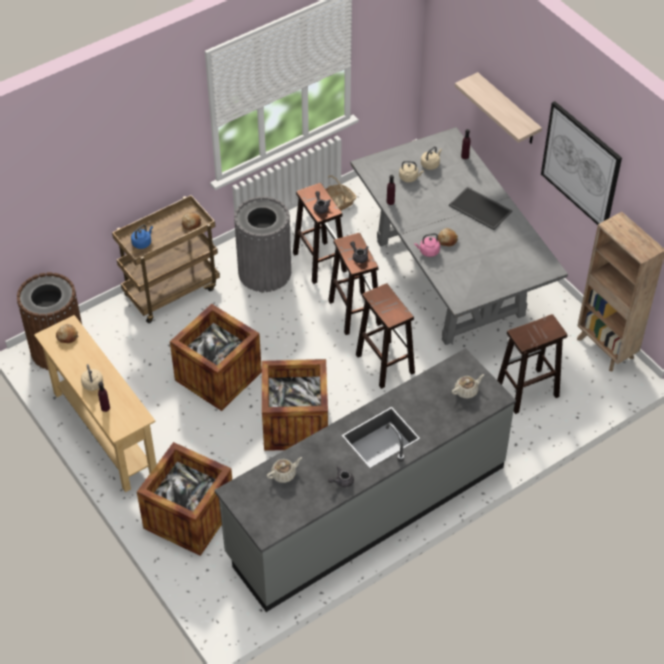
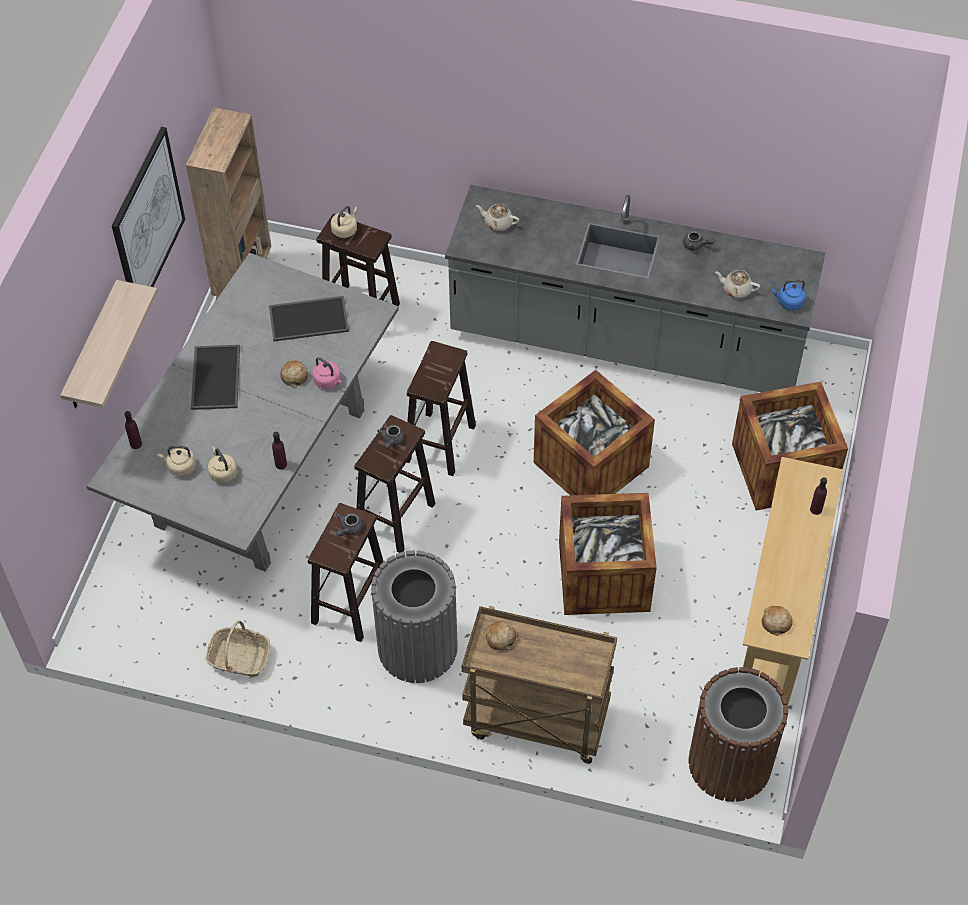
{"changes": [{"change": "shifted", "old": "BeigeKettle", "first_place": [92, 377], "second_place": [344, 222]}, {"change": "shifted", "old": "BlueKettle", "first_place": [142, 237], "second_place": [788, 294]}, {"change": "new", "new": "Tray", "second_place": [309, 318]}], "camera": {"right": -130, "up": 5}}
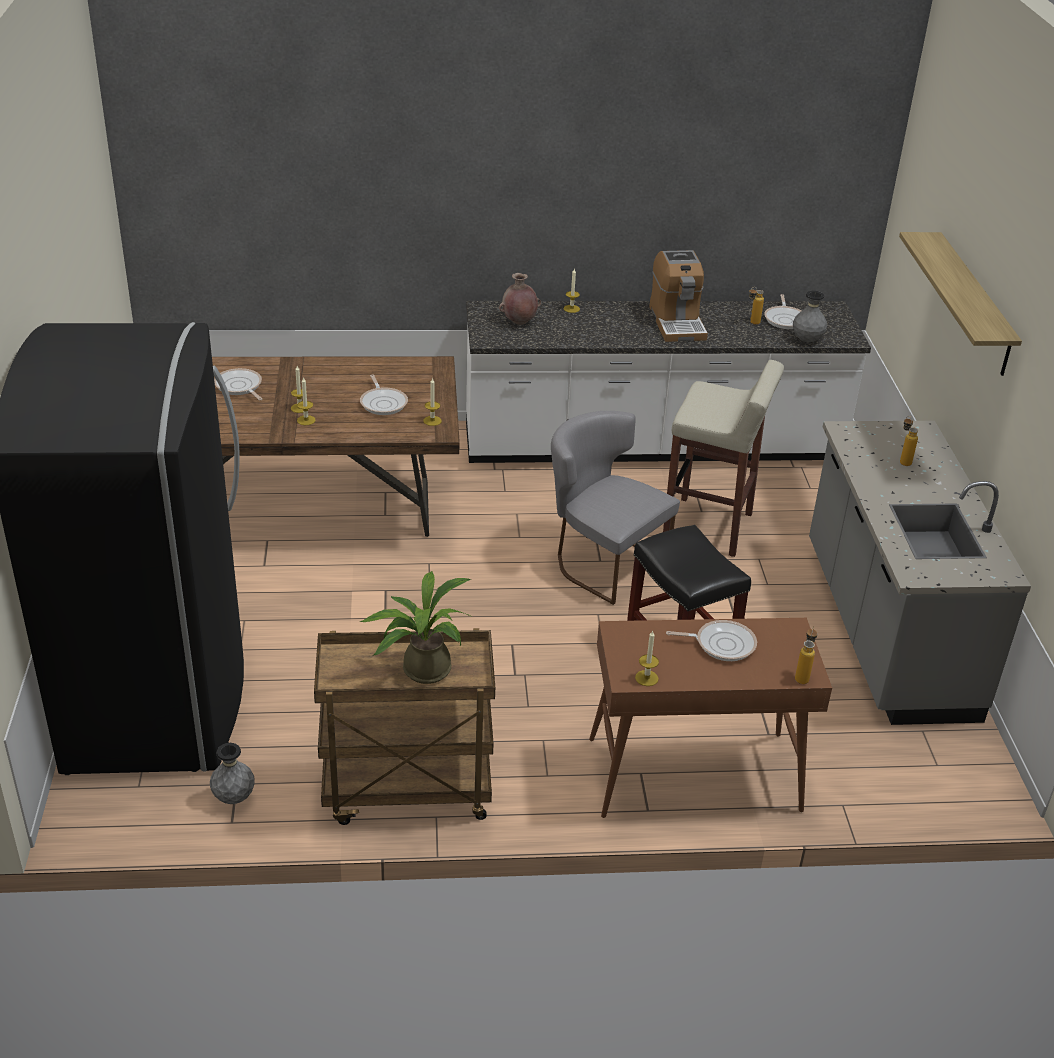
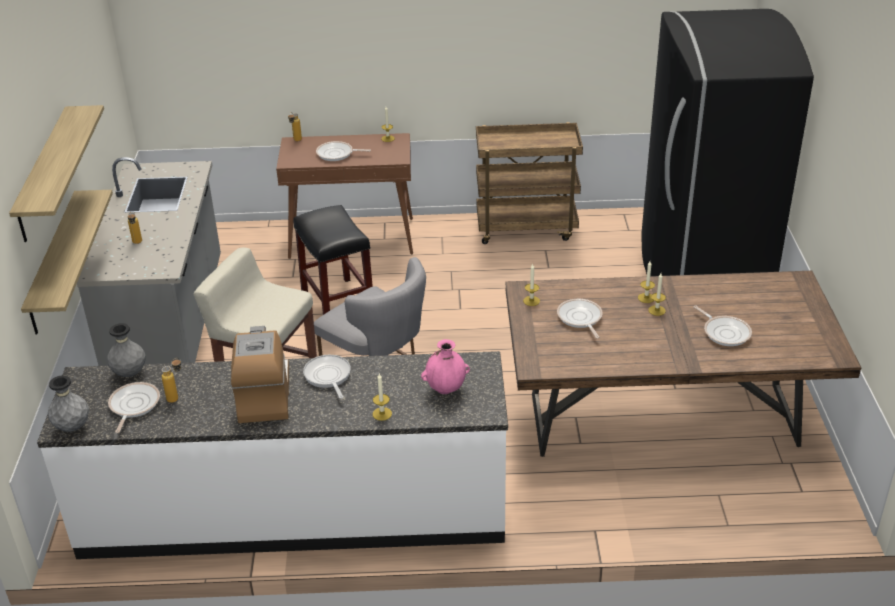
{"changes": [{"change": "shifted", "old": "GreyVase", "first_place": [232, 773], "second_place": [68, 403]}, {"change": "gone", "old": "PottedPlant", "first_place": [415, 627]}, {"change": "repainted", "old": "BrownVase", "new": "PinkVase", "first_place": [520, 299], "second_place": [445, 366]}, {"change": "new", "new": "Shelf", "second_place": [67, 262]}, {"change": "new", "new": "FryingPan", "second_place": [327, 377]}], "camera": {"right": -175, "up": 0}}
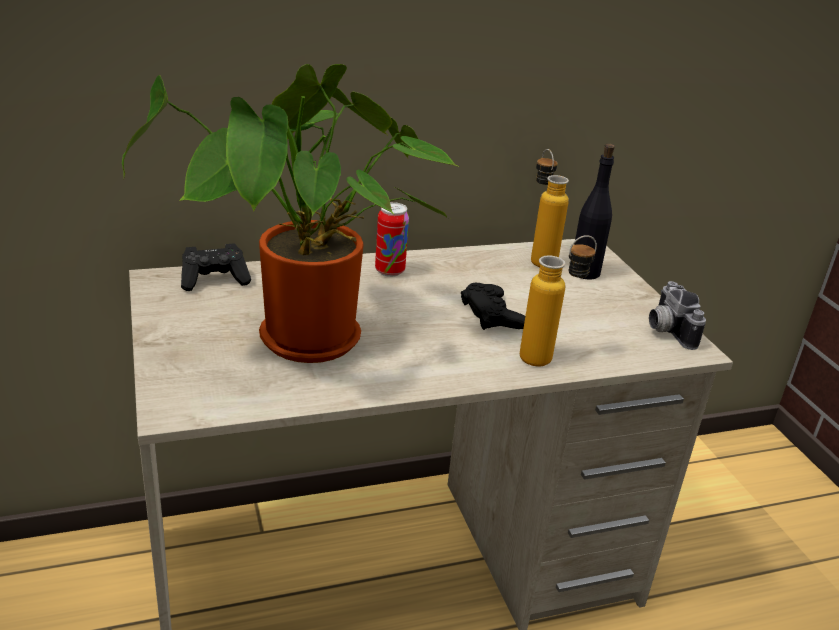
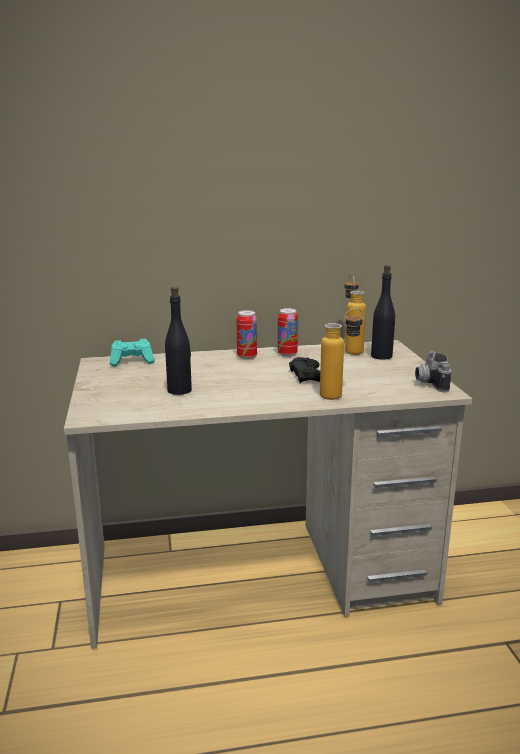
{"changes": [{"change": "swapped", "old": "PottedPlant", "new": "BlackBottle", "first_place": [290, 213], "second_place": [178, 340]}, {"change": "repainted", "old": "BlackGameController", "new": "TurquoiseGameController", "first_place": [216, 267], "second_place": [132, 352]}, {"change": "new", "new": "Can", "second_place": [288, 332]}], "camera": {"right": 10, "up": -10}}
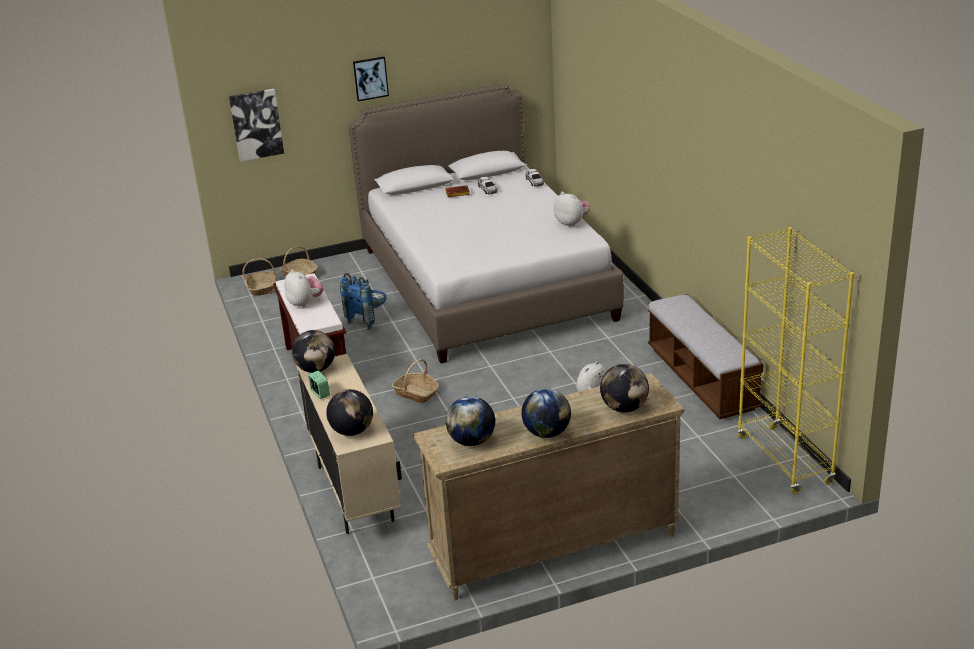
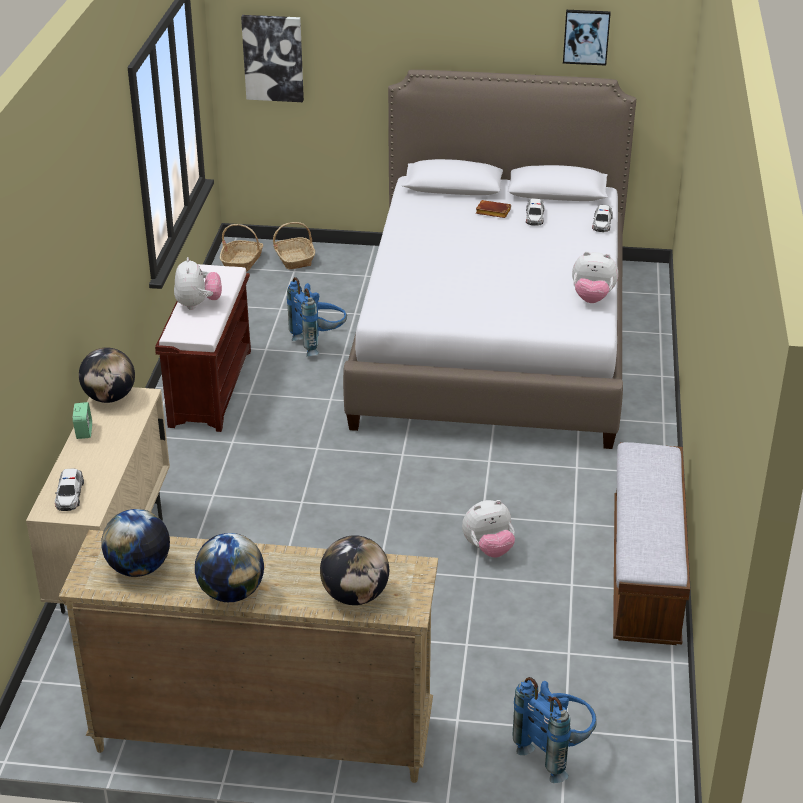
{"changes": [{"change": "swapped", "old": "Globe", "new": "ToyCar", "first_place": [349, 412], "second_place": [69, 490]}, {"change": "shifted", "old": "Picture", "first_place": [371, 78], "second_place": [587, 38]}, {"change": "gone", "old": "Basket", "first_place": [415, 381]}, {"change": "rotated", "old": "PlushToy", "first_place": [572, 209], "second_place": [595, 277], "degrees": 120}, {"change": "gone", "old": "YellowBookcase", "first_place": [795, 360]}, {"change": "new", "new": "BlueBackpack", "second_place": [554, 730]}], "camera": {"right": 25, "up": 5}}
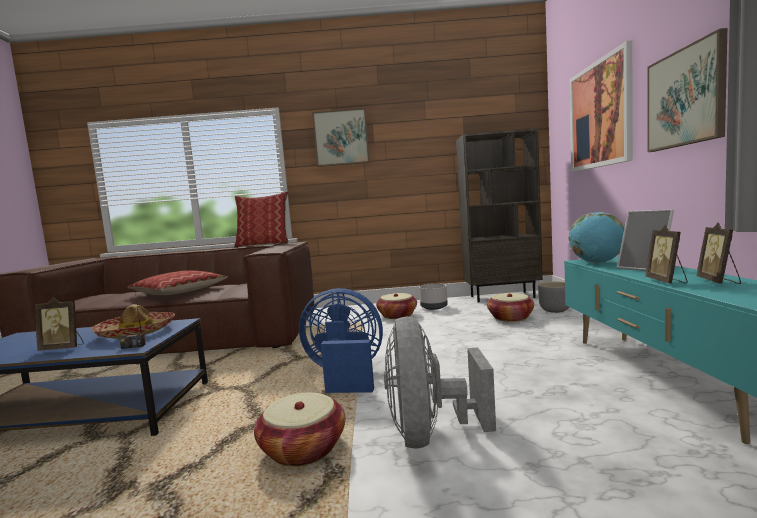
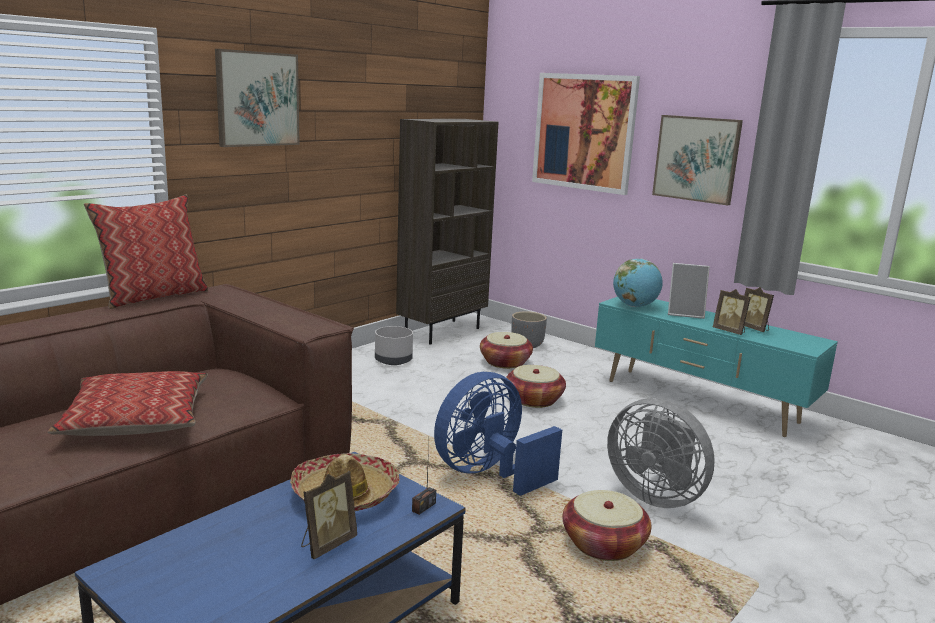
{"changes": [{"change": "shifted", "old": "Basket", "first_place": [396, 306], "second_place": [536, 386]}], "camera": {"right": -50, "up": 10}}
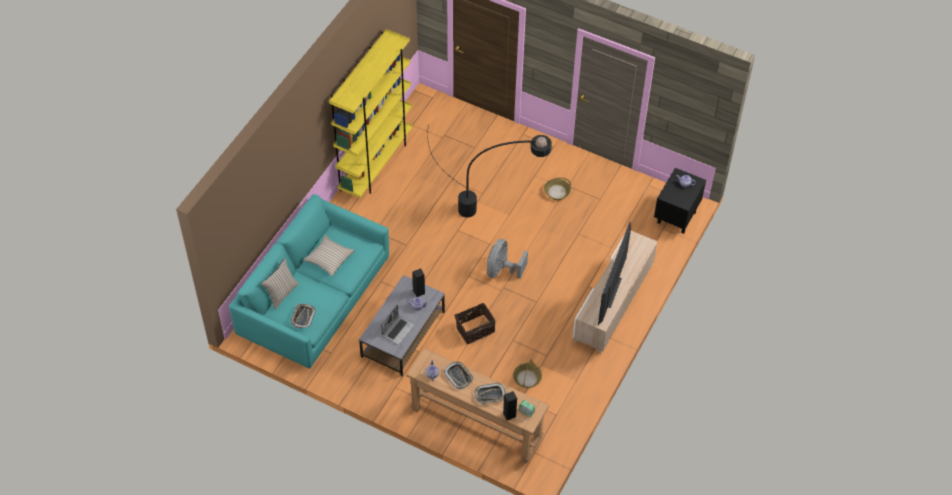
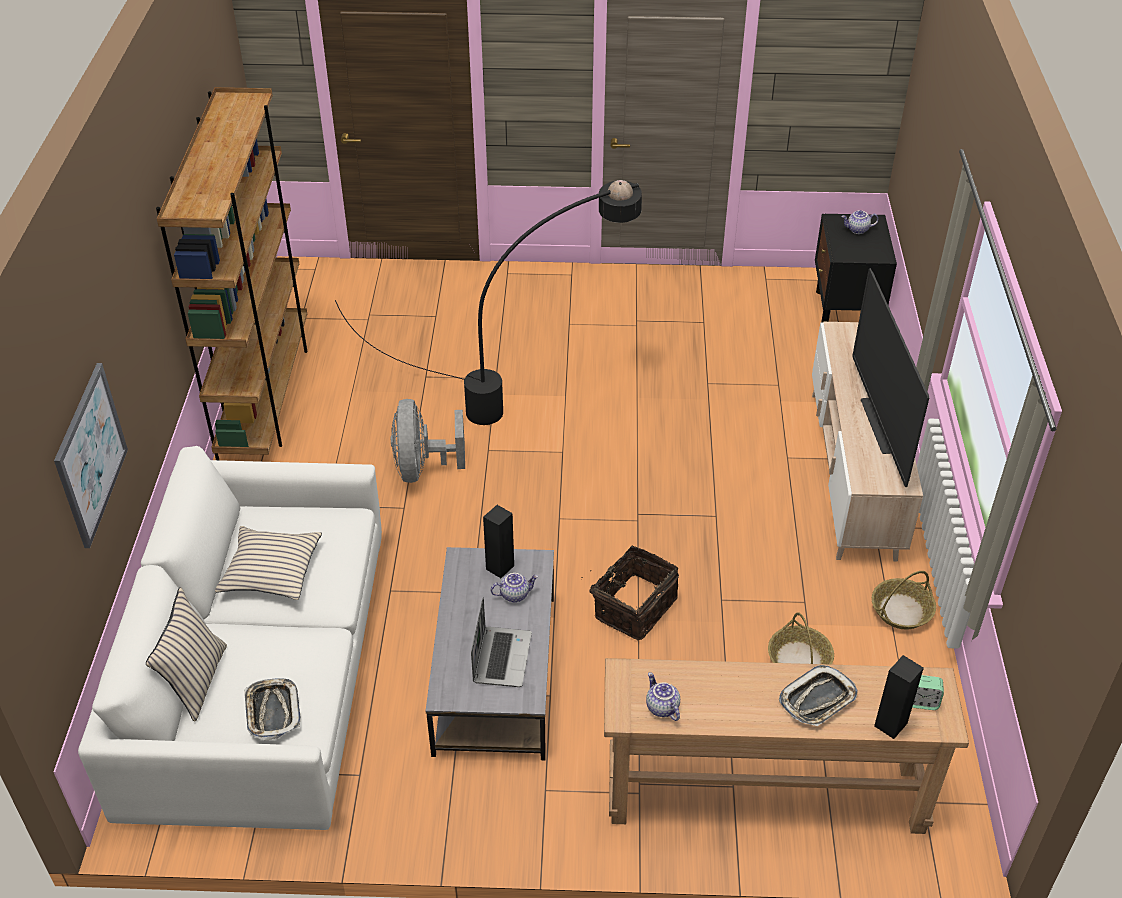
{"changes": [{"change": "repainted", "old": "TurquoiseSofa", "new": "WhiteSofa", "first_place": [309, 281], "second_place": [230, 638]}, {"change": "repainted", "old": "YellowBookcase", "new": "BrownBookcase", "first_place": [371, 113], "second_place": [231, 273]}, {"change": "gone", "old": "Tray", "first_place": [459, 375]}, {"change": "shifted", "old": "GreyFan", "first_place": [507, 258], "second_place": [428, 441]}, {"change": "shifted", "old": "Basket", "first_place": [557, 188], "second_place": [904, 600]}, {"change": "new", "new": "Picture", "second_place": [91, 455]}], "camera": {"right": -25, "up": -10}}
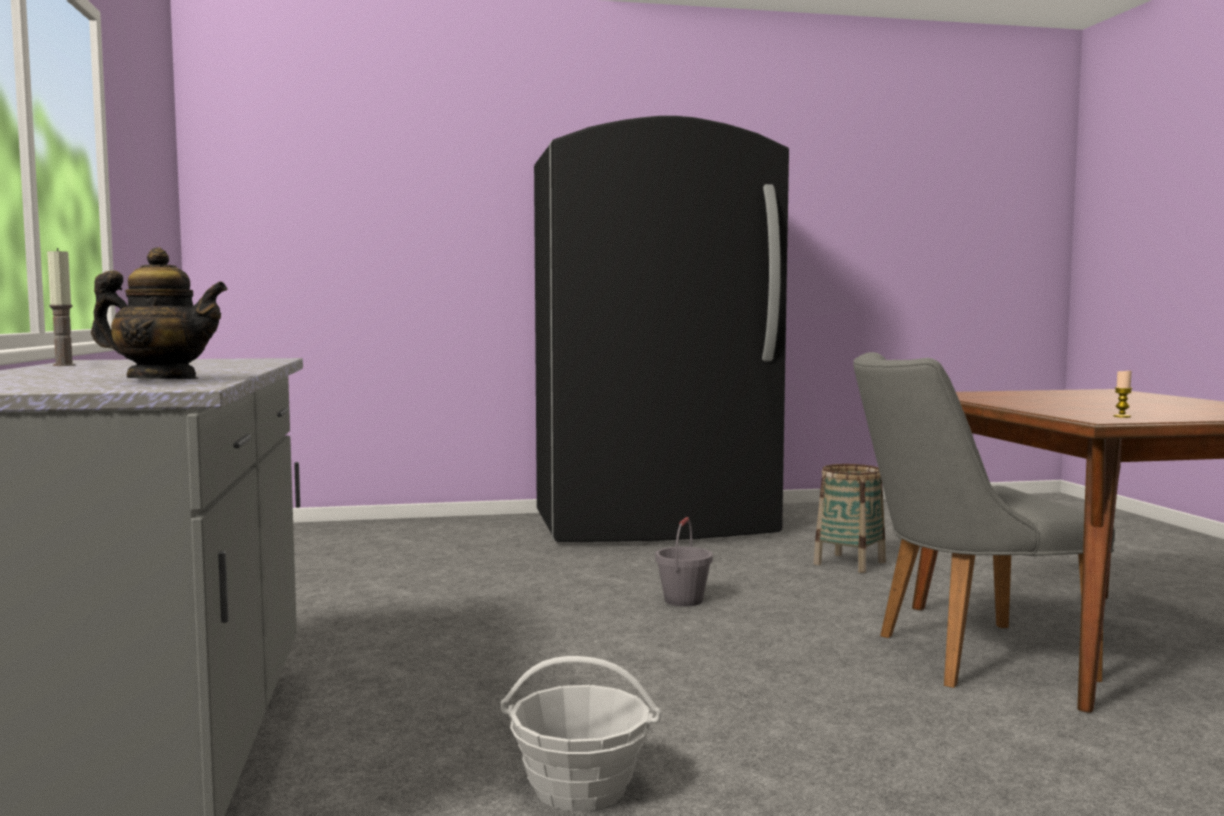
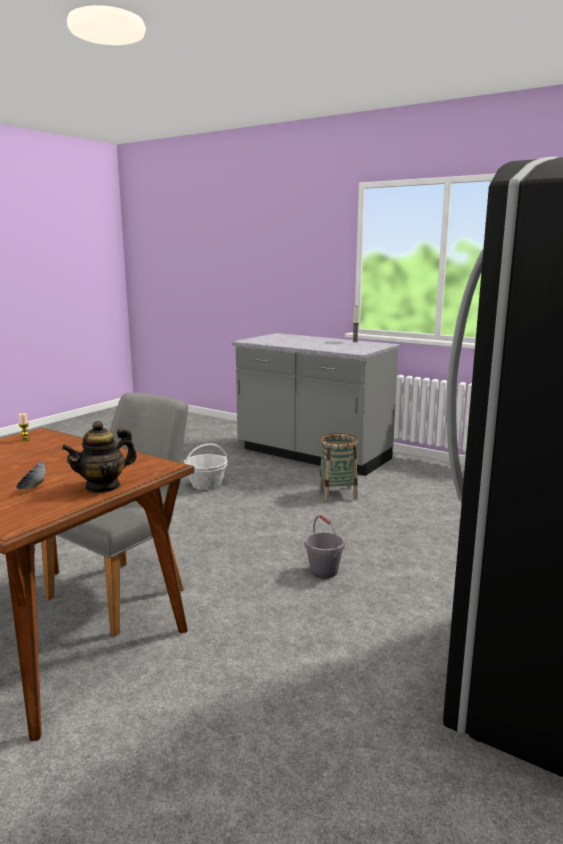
{"changes": [{"change": "shifted", "old": "Teapot", "first_place": [159, 313], "second_place": [99, 457]}, {"change": "shifted", "old": "Basket", "first_place": [850, 518], "second_place": [338, 467]}, {"change": "new", "new": "Bowl", "second_place": [30, 475]}], "camera": {"right": 135, "up": 10}}
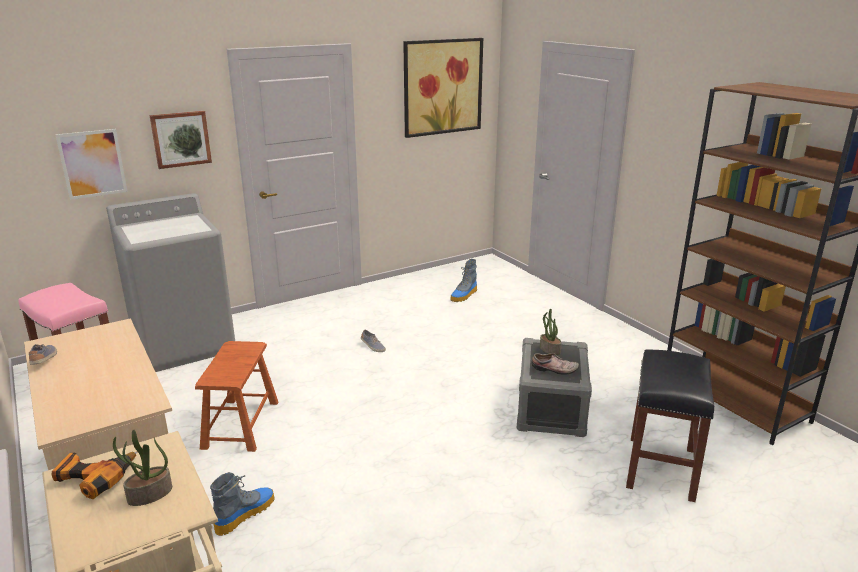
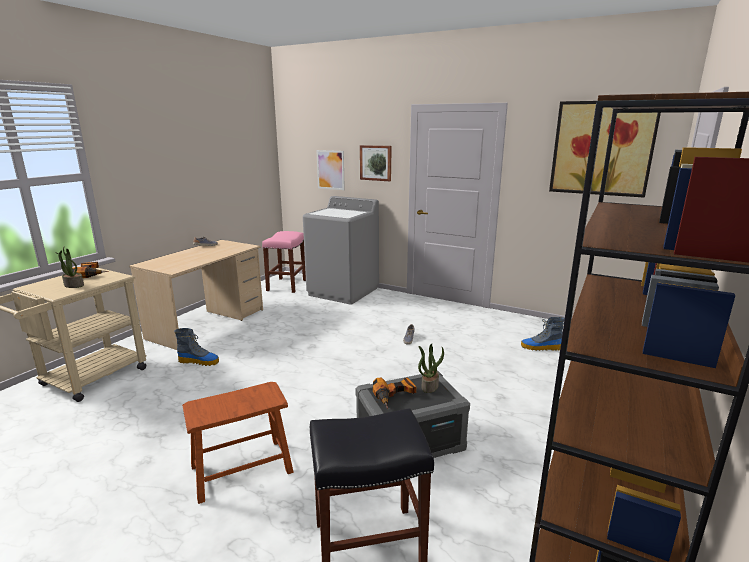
{"changes": [{"change": "shifted", "old": "BrownStool", "first_place": [236, 396], "second_place": [238, 443]}, {"change": "swapped", "old": "Shoe", "new": "PowerDrill", "first_place": [555, 364], "second_place": [394, 393]}], "camera": {"right": 60, "up": -5}}
